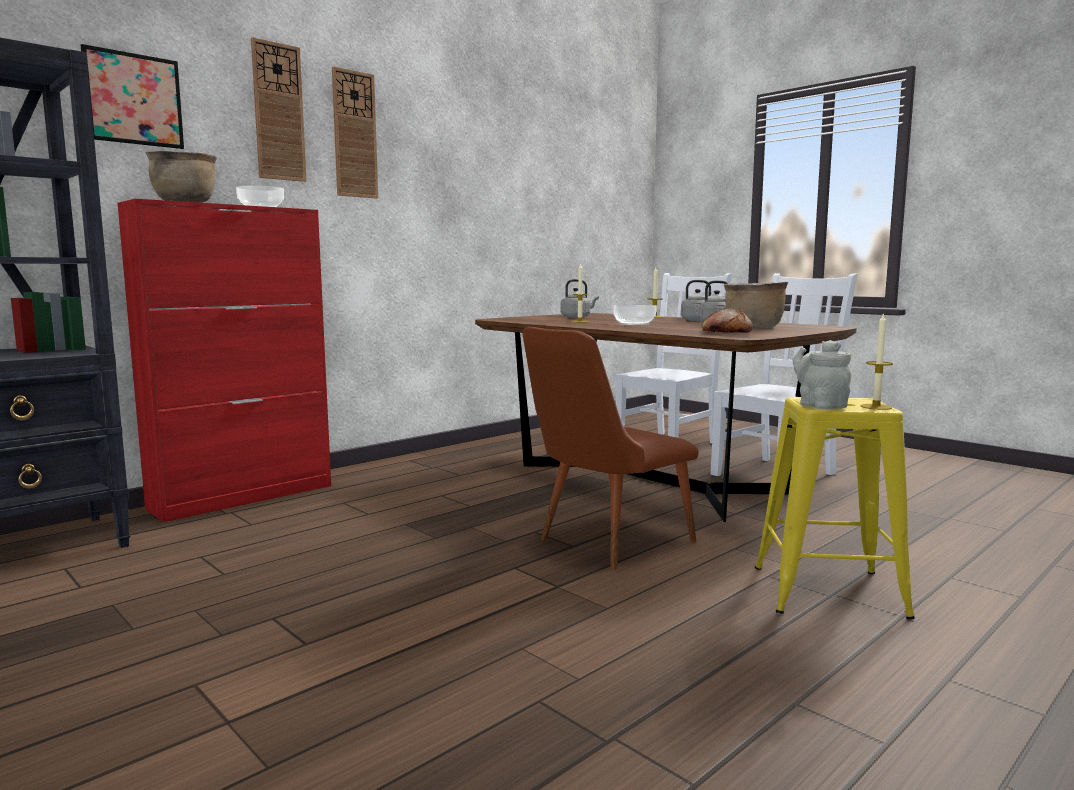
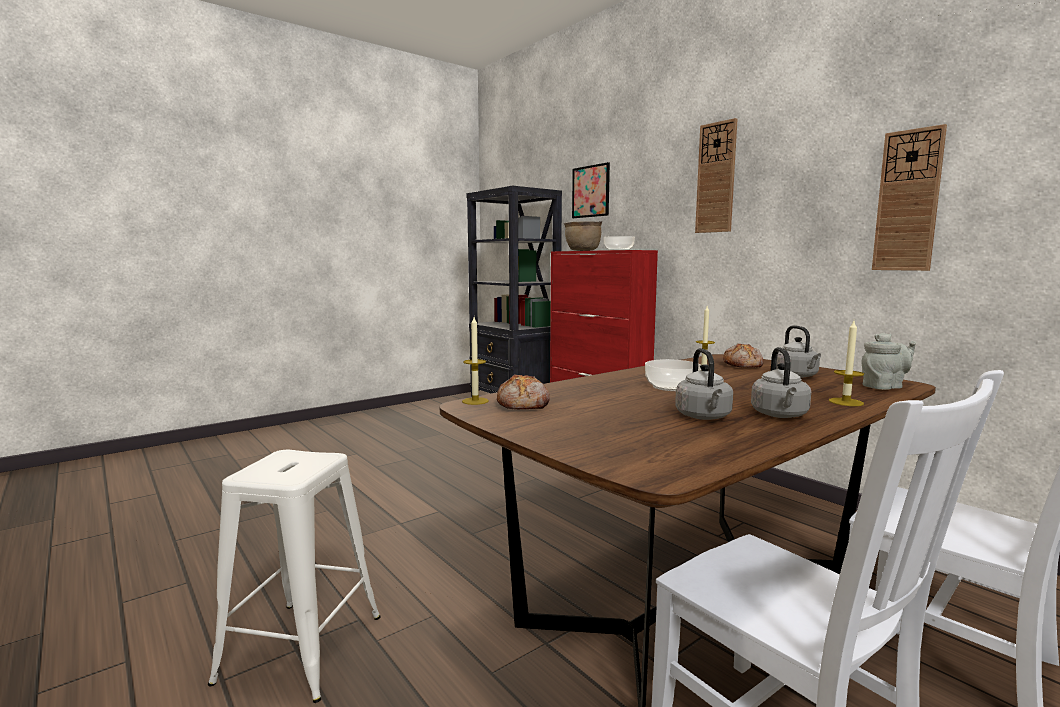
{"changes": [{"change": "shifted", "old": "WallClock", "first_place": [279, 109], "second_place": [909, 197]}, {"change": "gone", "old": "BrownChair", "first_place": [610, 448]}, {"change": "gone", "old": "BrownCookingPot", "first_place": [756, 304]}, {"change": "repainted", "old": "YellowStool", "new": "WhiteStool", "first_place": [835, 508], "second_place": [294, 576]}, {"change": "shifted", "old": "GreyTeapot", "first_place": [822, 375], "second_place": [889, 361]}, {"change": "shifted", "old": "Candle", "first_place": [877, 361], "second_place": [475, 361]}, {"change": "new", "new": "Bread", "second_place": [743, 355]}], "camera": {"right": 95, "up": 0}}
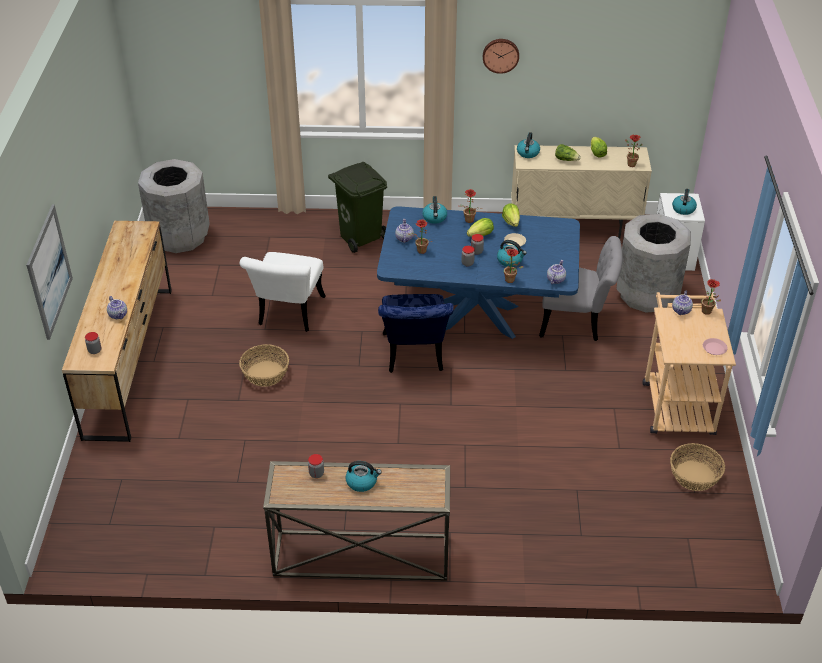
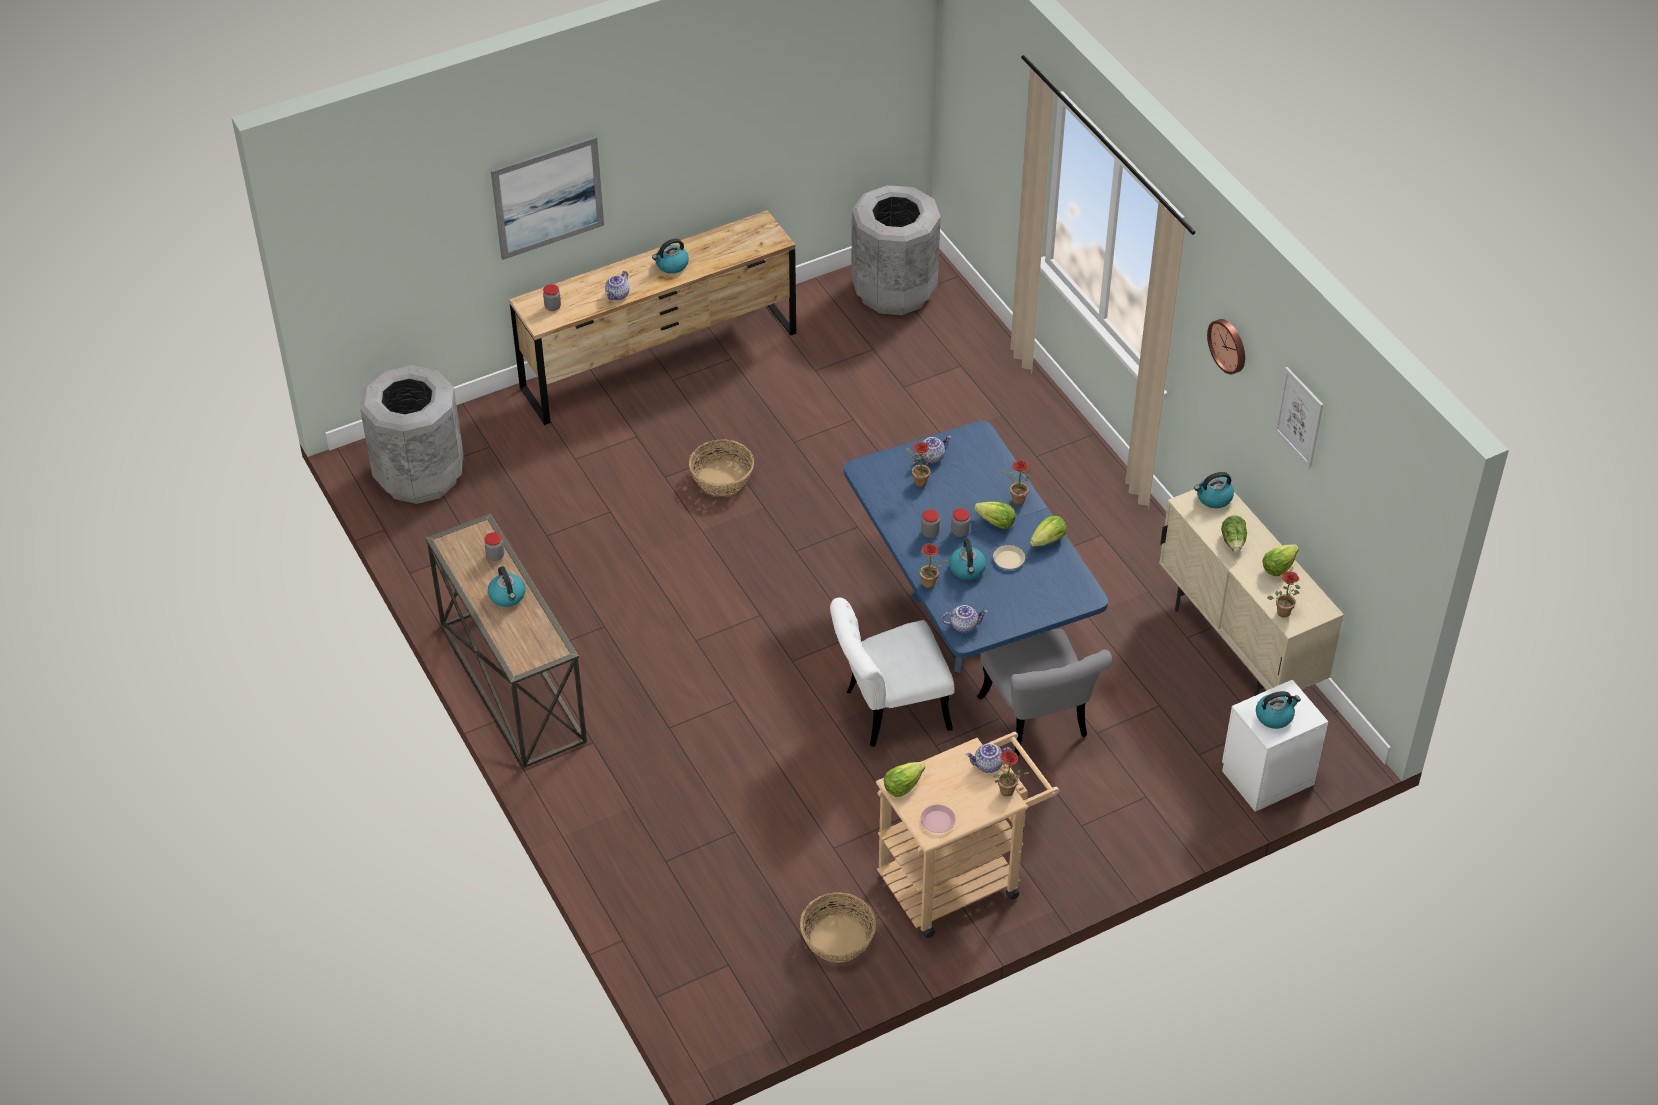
{"changes": [{"change": "shifted", "old": "WhiteChair", "first_place": [283, 292], "second_place": [892, 672]}, {"change": "gone", "old": "GreenTrashCan", "first_place": [357, 207]}, {"change": "gone", "old": "BlueChair", "first_place": [416, 333]}, {"change": "shifted", "old": "Kettle", "first_place": [434, 210], "second_place": [670, 256]}, {"change": "shifted", "old": "GreyTrashCan", "first_place": [654, 263], "second_place": [412, 434]}, {"change": "new", "new": "Lettuce", "second_place": [904, 779]}, {"change": "new", "new": "Picture", "second_place": [1298, 417]}], "camera": {"right": 60, "up": 5}}
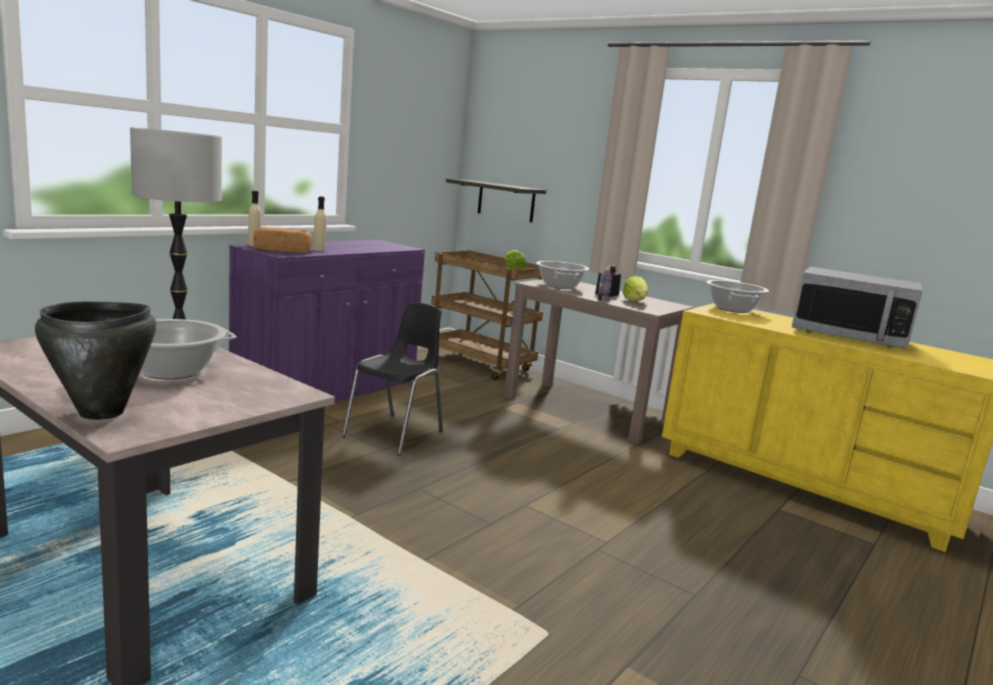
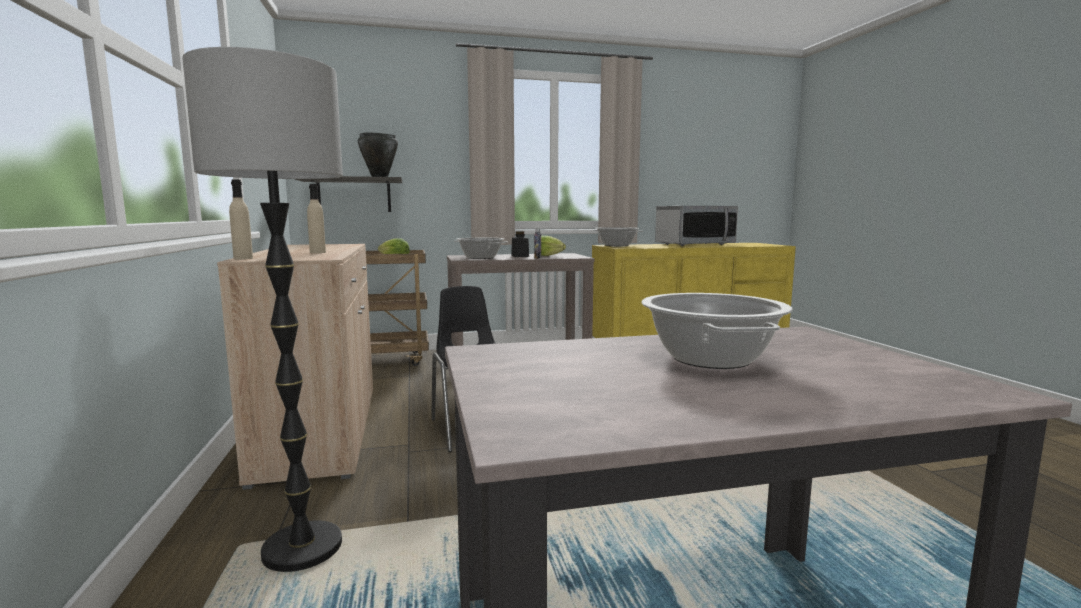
{"changes": [{"change": "shifted", "old": "BlackCookingPot", "first_place": [95, 360], "second_place": [378, 154]}, {"change": "repainted", "old": "PurpleCabinet", "new": "BeigeCabinet", "first_place": [327, 321], "second_place": [295, 367]}, {"change": "gone", "old": "Bread", "first_place": [283, 240]}], "camera": {"right": -50, "up": -5}}
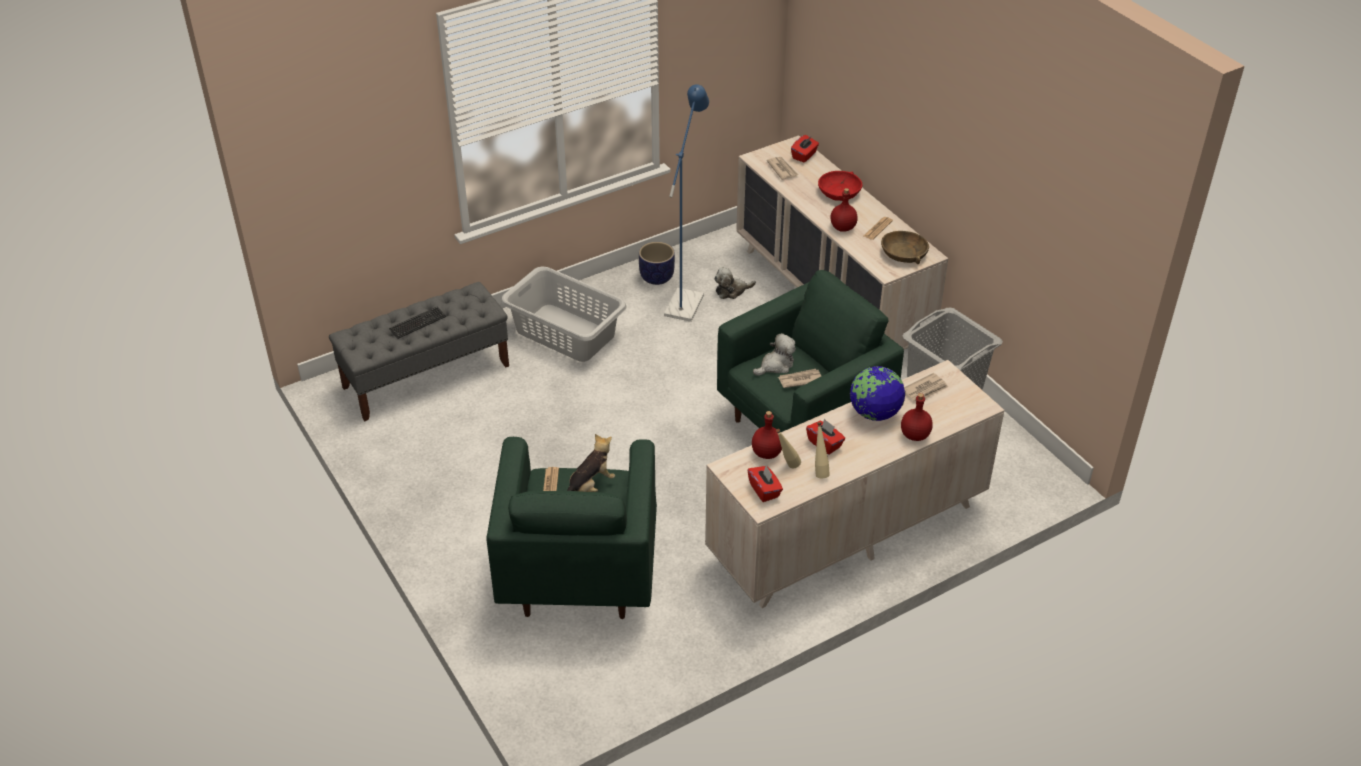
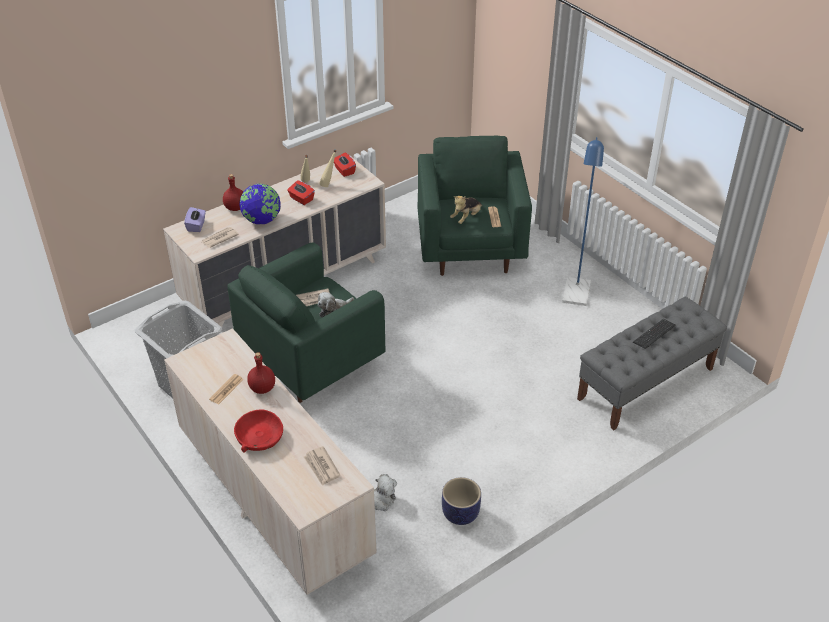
{"changes": [{"change": "gone", "old": "GreyLaundryBasket", "first_place": [563, 314]}, {"change": "shifted", "old": "BlueFloorLamp", "first_place": [686, 203], "second_place": [583, 221]}, {"change": "gone", "old": "RedBottle", "first_place": [767, 435]}, {"change": "gone", "old": "RedTissueBox", "first_place": [805, 148]}, {"change": "gone", "old": "BrownBowl", "first_place": [905, 247]}, {"change": "new", "new": "PurpleTissueBox", "second_place": [195, 219]}], "camera": {"right": 175, "up": 0}}
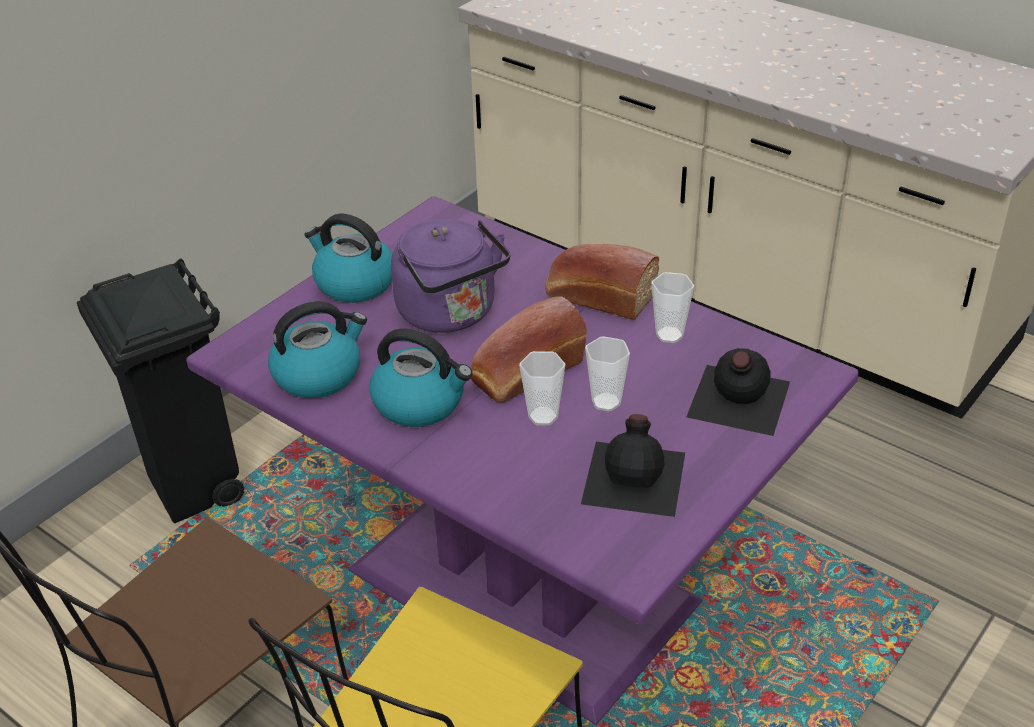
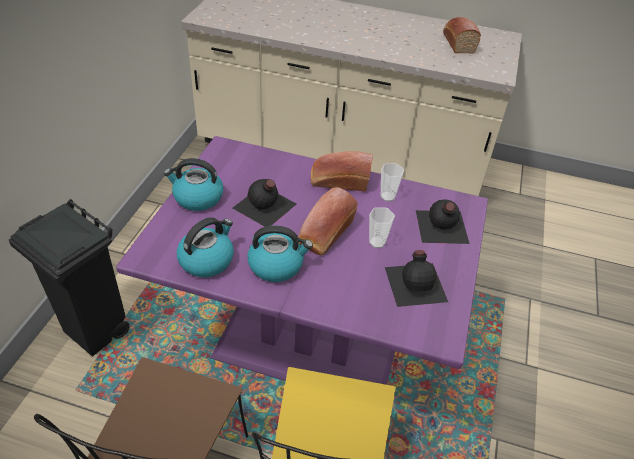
{"changes": [{"change": "swapped", "old": "PurpleKettle", "new": "BlackBottle", "first_place": [450, 275], "second_place": [264, 203]}, {"change": "gone", "old": "Cup", "first_place": [542, 388]}, {"change": "new", "new": "Bread", "second_place": [462, 35]}], "camera": {"right": -25, "up": 5}}
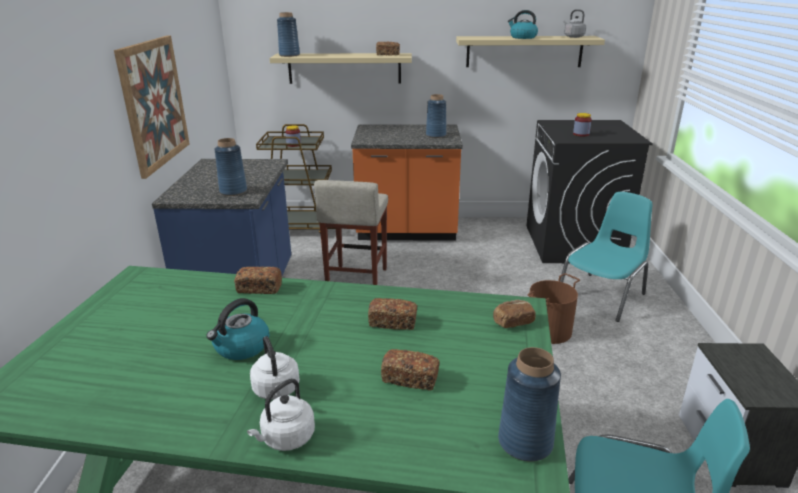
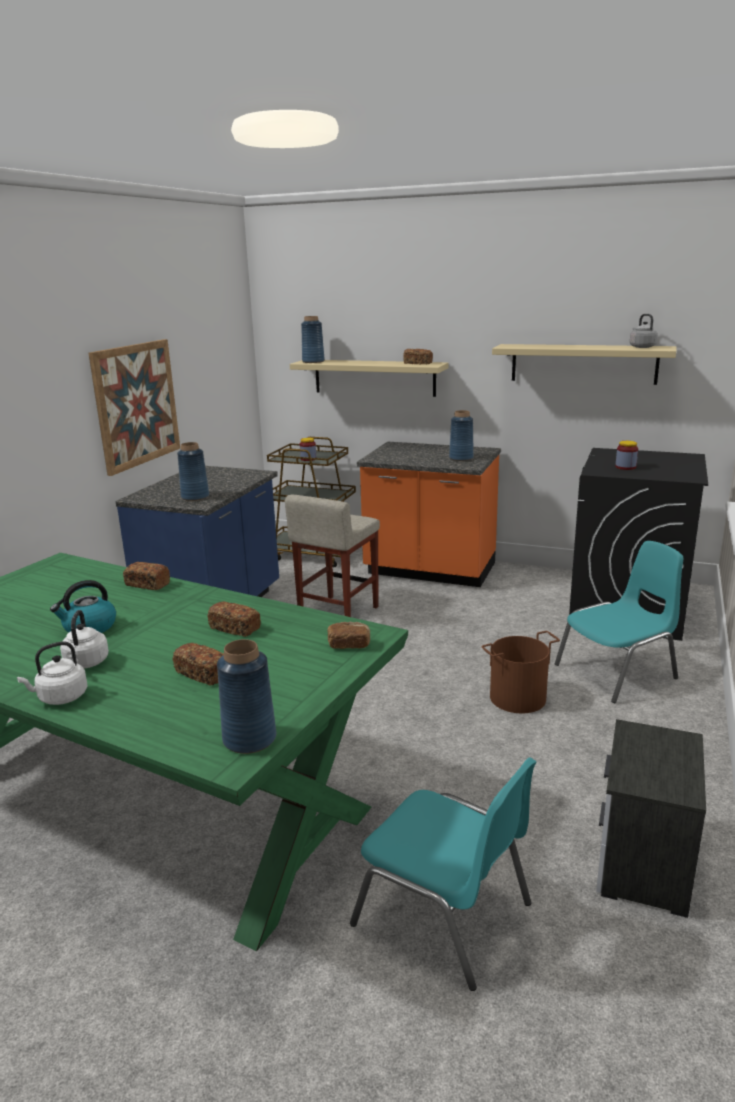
{"changes": [{"change": "gone", "old": "Kettle", "first_place": [523, 24]}], "camera": {"right": 20, "up": -5}}
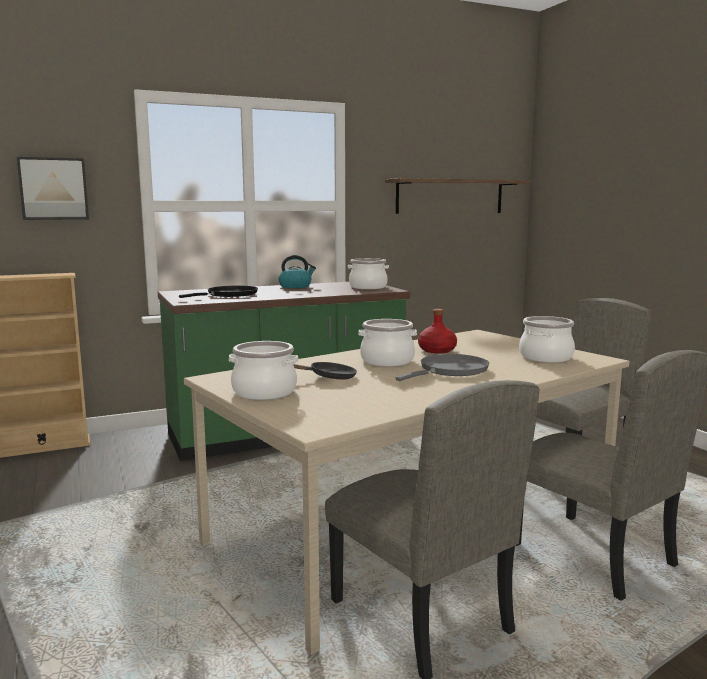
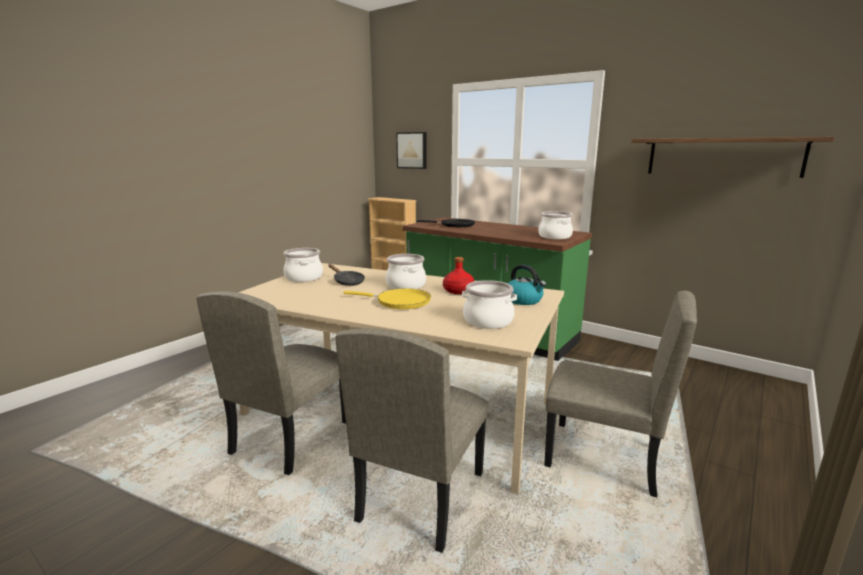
{"changes": [{"change": "shifted", "old": "Kettle", "first_place": [297, 271], "second_place": [527, 284]}, {"change": "repainted", "old": "GreyFryingPan", "new": "YellowFryingPan", "first_place": [442, 367], "second_place": [387, 298]}], "camera": {"right": 60, "up": 5}}
